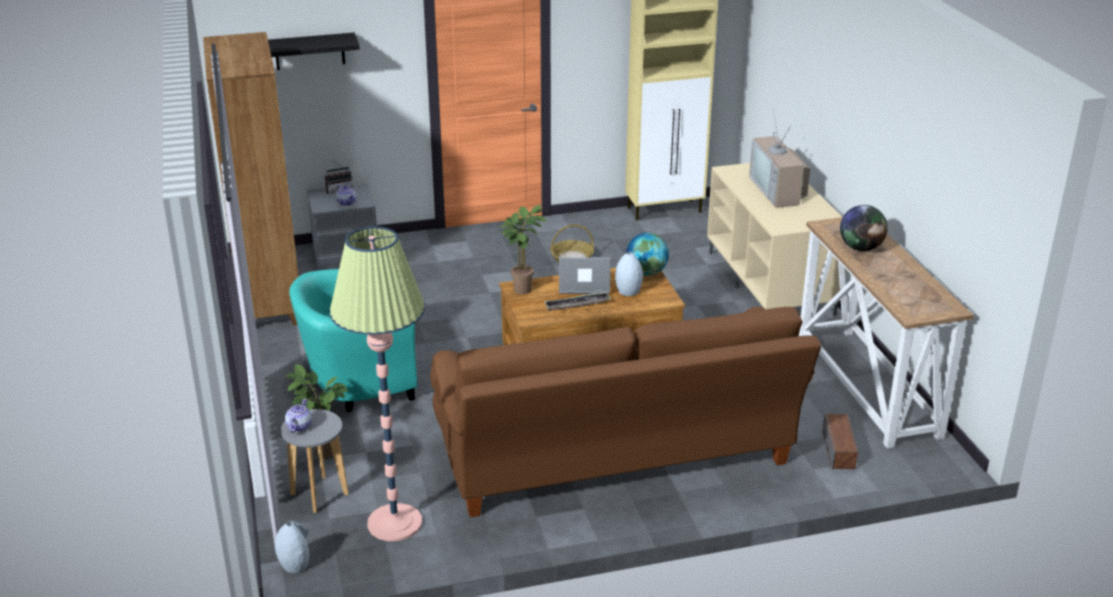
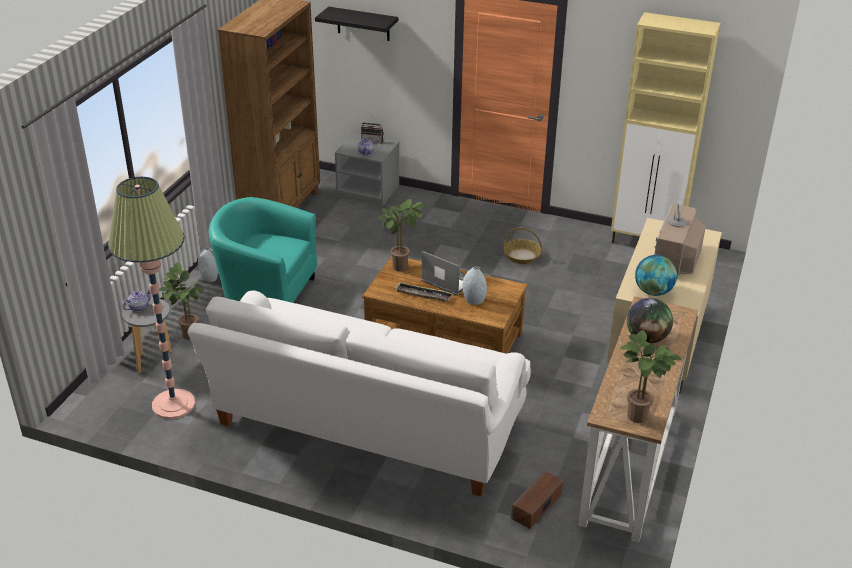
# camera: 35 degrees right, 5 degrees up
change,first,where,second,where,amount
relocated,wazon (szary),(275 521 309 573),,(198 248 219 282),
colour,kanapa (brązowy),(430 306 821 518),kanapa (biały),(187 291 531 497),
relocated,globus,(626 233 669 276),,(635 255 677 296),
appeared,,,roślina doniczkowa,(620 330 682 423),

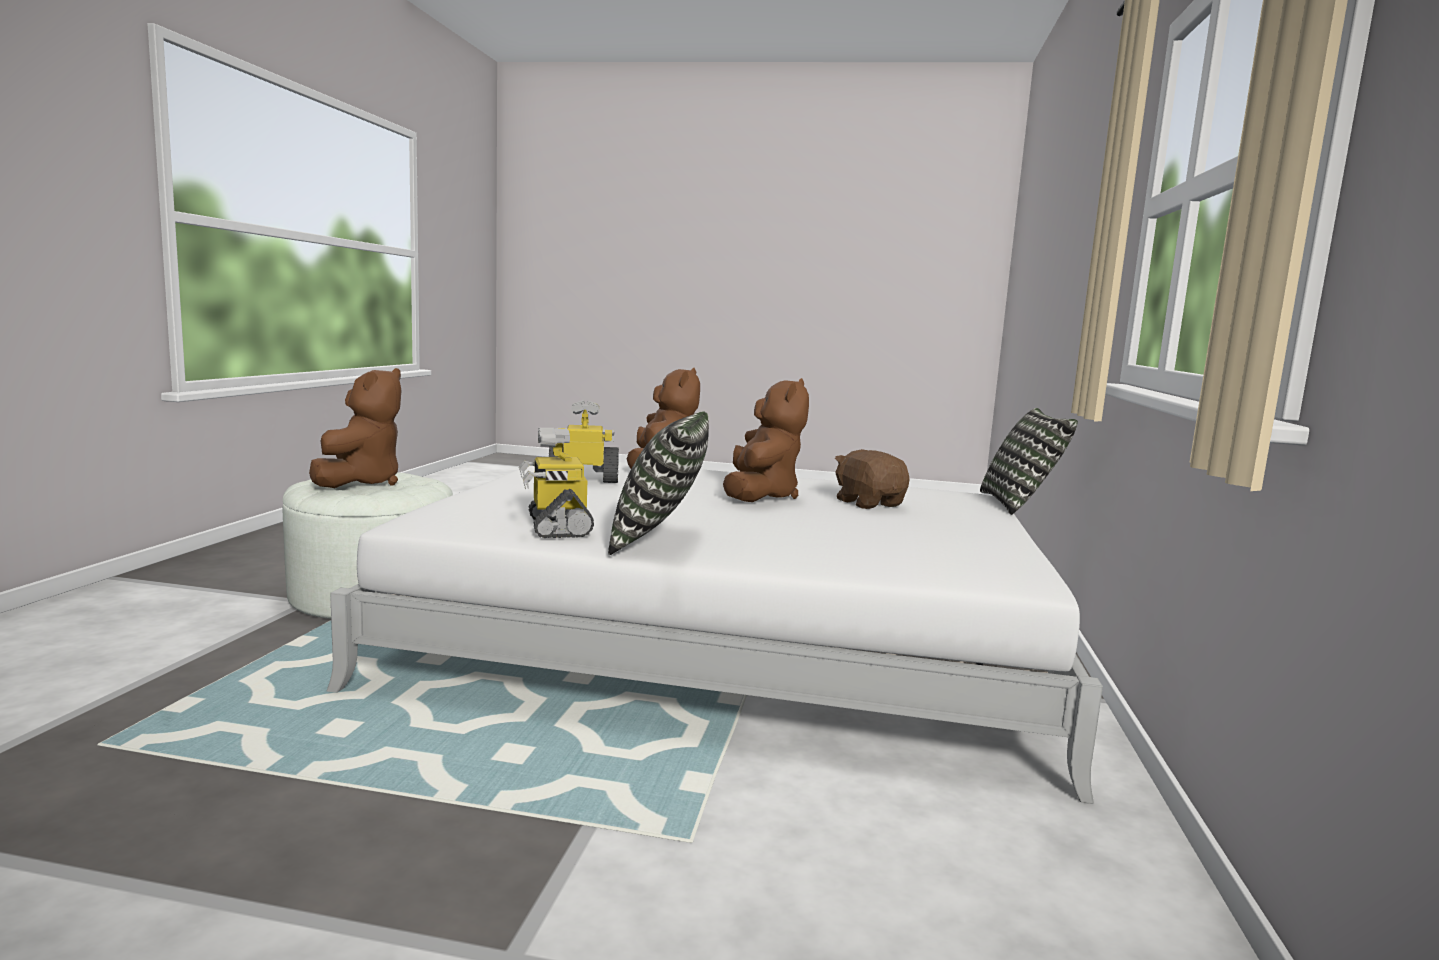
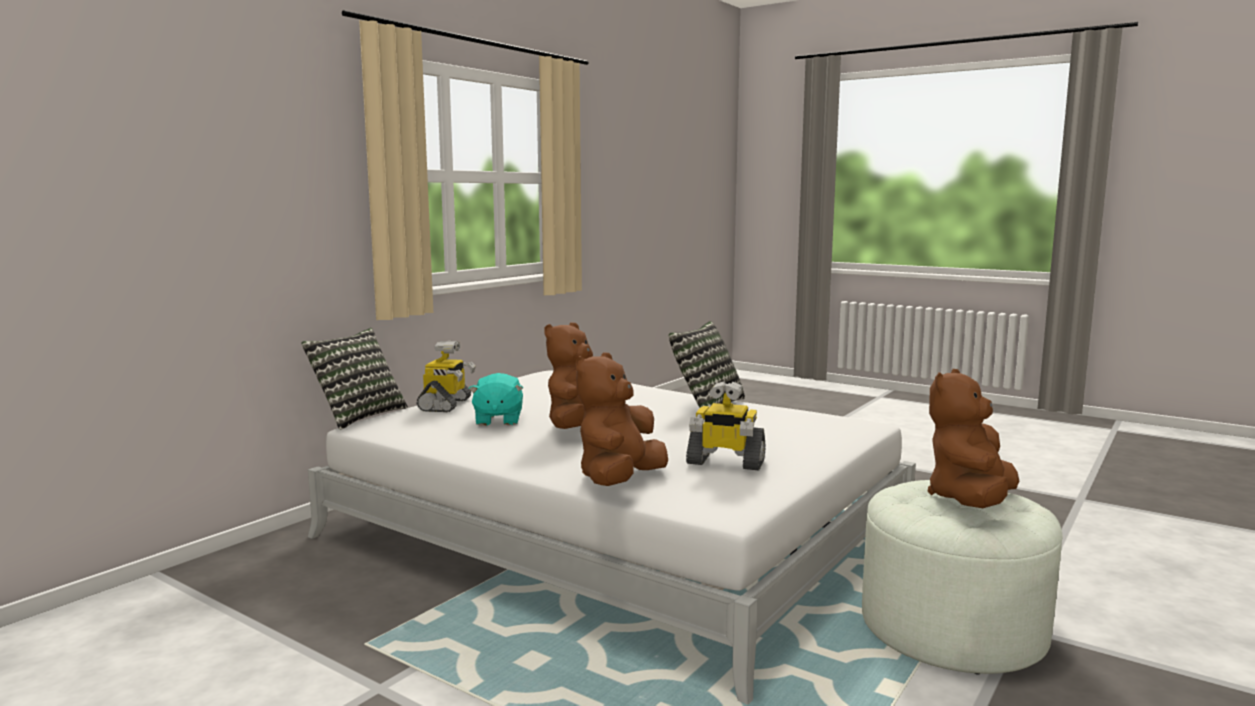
# camera: 155 degrees left, 0 degrees up
change,first,where,second,where,amount
relocated,robot zabawkowy,(519 428 594 538),,(416 341 476 412),
colour,pluszak (brązowy),(835 449 910 509),pluszak (turkusowy),(469 373 523 426),

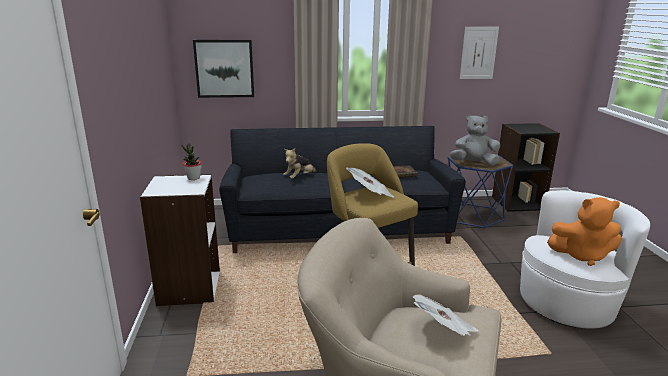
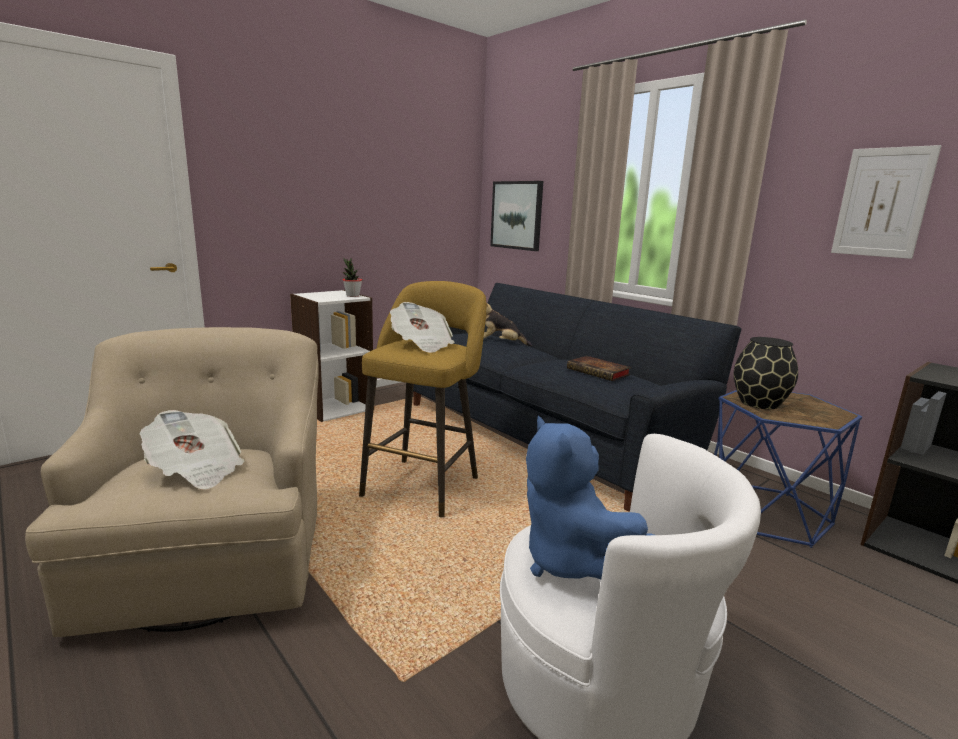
# camera: 55 degrees right, 5 degrees down
change,first,where,second,where,amount
exchanged,pluszak (szary),(450 114 500 166),wazon (czarny),(734 337 798 409),
colour,pluszak (pomarańczowy),(547 197 622 266),pluszak (niebieski),(526 415 654 580),

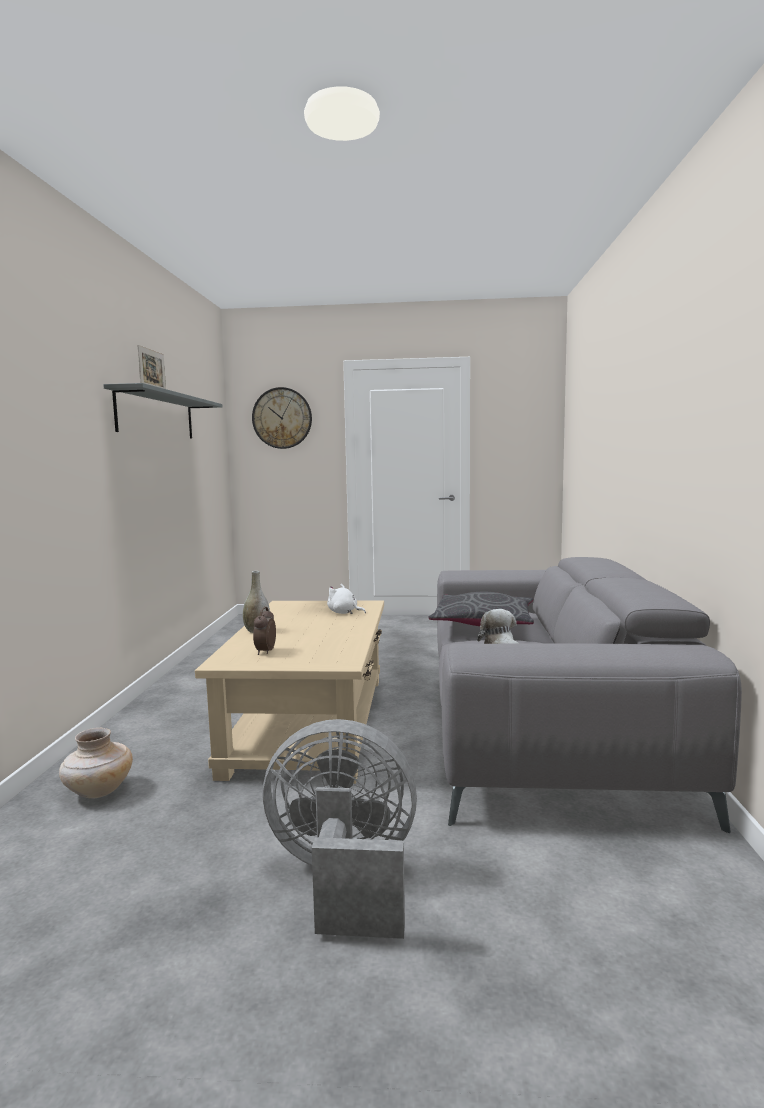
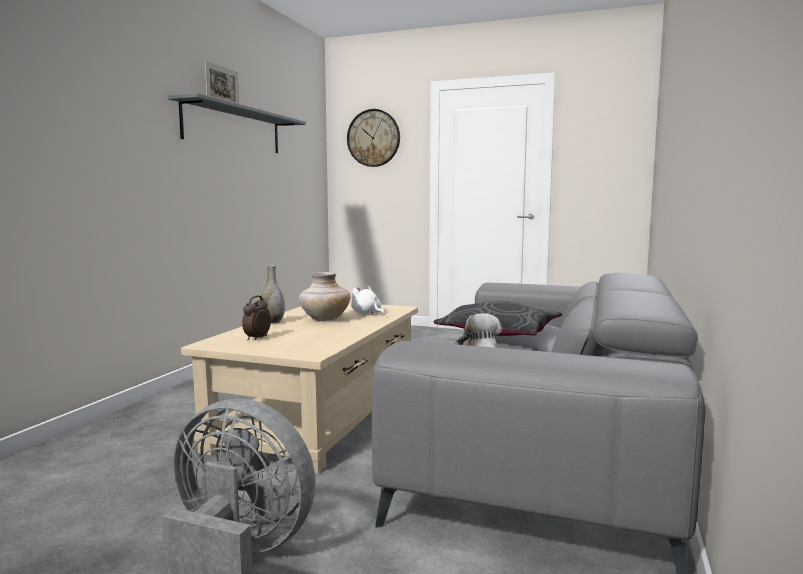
# camera: 15 degrees right, 0 degrees up
change,first,where,second,where,amount
relocated,wazon (beżowy),(59 728 133 799),,(299 272 351 321),

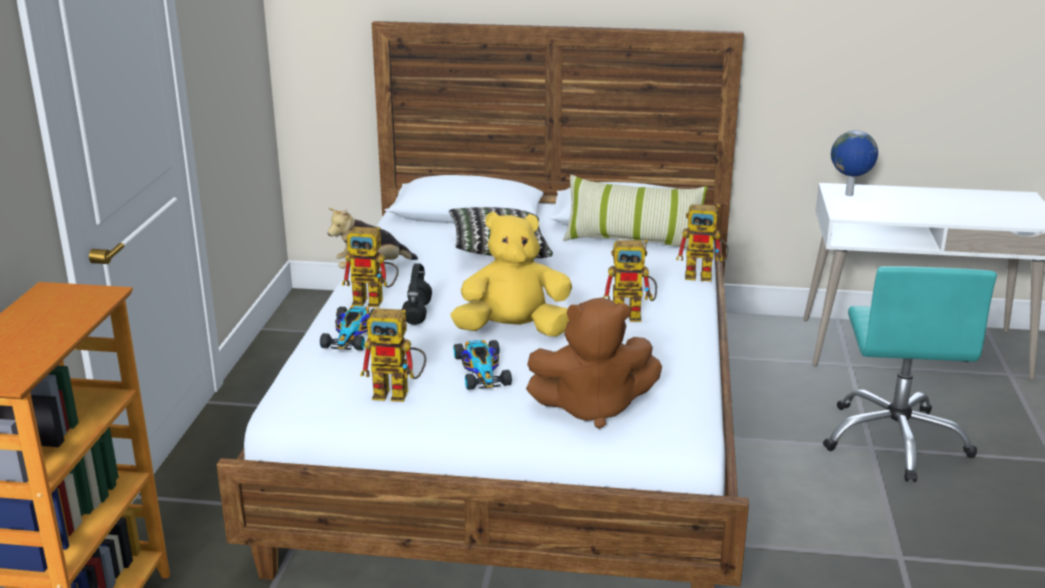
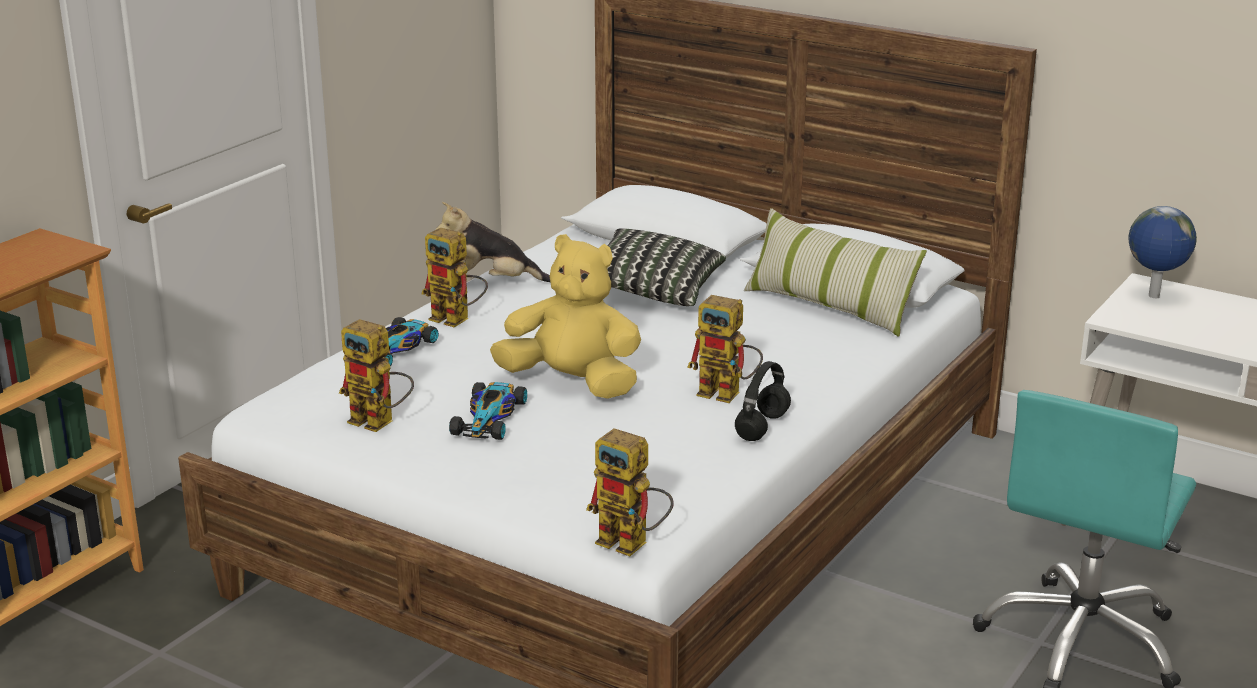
# camera: 25 degrees right, 0 degrees up
change,first,where,second,where,amount
relocated,słuchawki (czarny),(402 263 432 325),,(735 361 791 441),
missing,pluszak (brązowy),(526 297 662 429),,,
relocated,robot zabawkowy,(676 204 729 281),,(586 428 674 556),

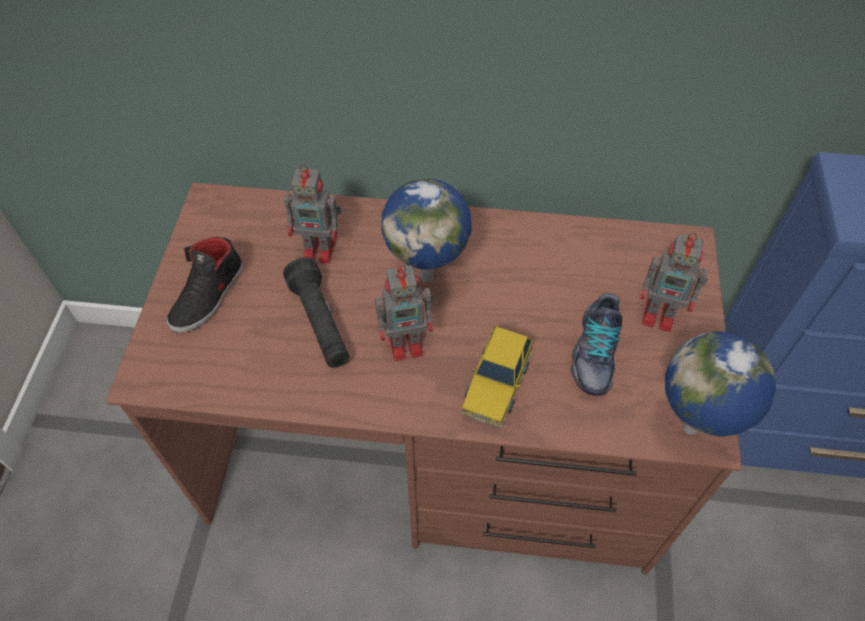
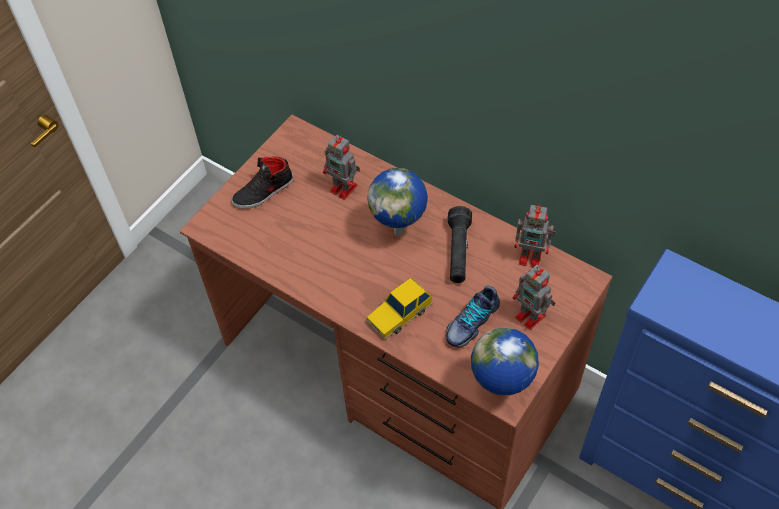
# camera: 30 degrees right, 0 degrees up
change,first,where,second,where,amount
relocated,latarka (czarny),(283 258 349 368),,(448 206 472 283),
relocated,robot zabawkowy,(375 264 433 361),,(514 205 556 267),

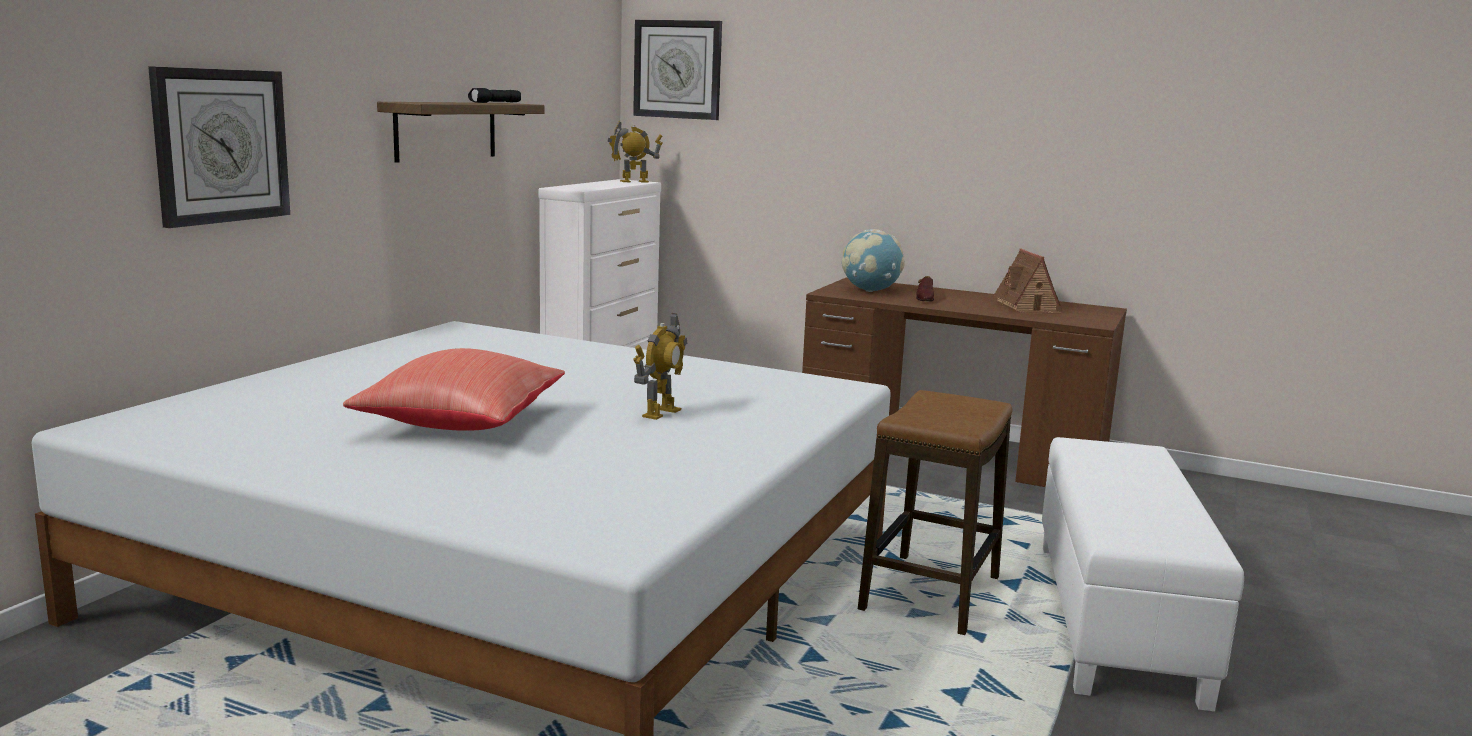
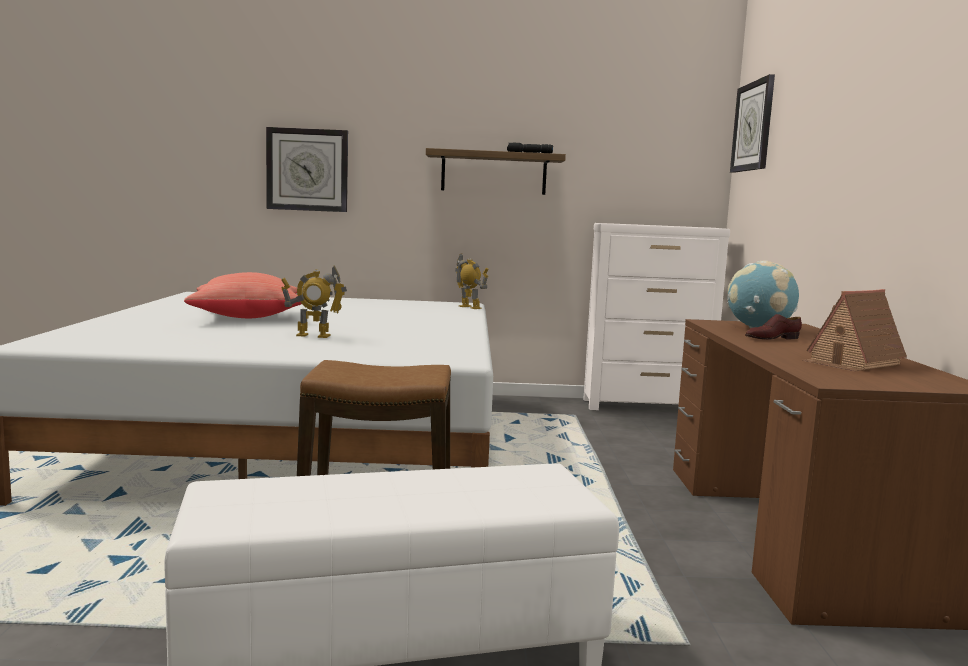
# camera: 65 degrees right, 5 degrees down
change,first,where,second,where,amount
relocated,robot zabawkowy,(607 120 663 183),,(455 254 489 309),

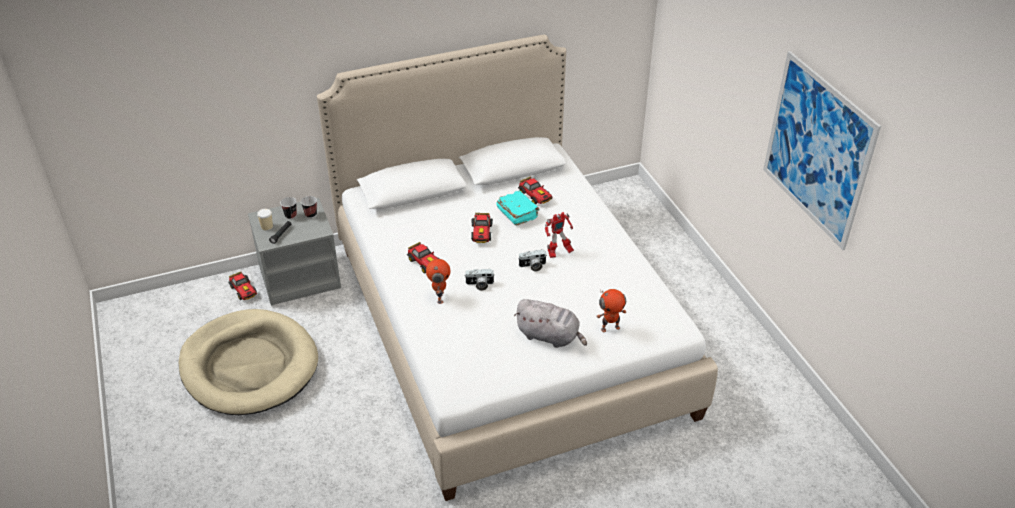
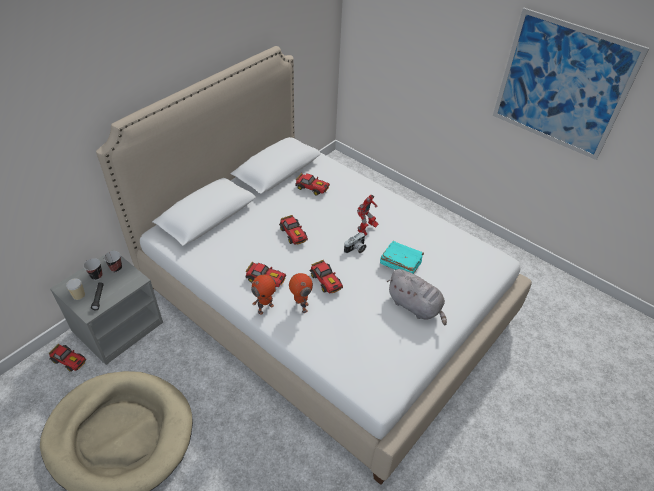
# camera: 30 degrees left, 5 degrees up
change,first,where,second,where,amount
exchanged,aparat fotograficzny,(465 269 495 291),samochodzik,(309 260 343 294),
relocated,książka (turkusowy),(496 191 540 225),,(380 241 424 274),
spun,pluszak (szary),(514 299 587 348),,(387 269 447 325),45 degrees clockwise
relocated,robot zabawkowy,(596 289 627 332),,(251 275 276 315),

